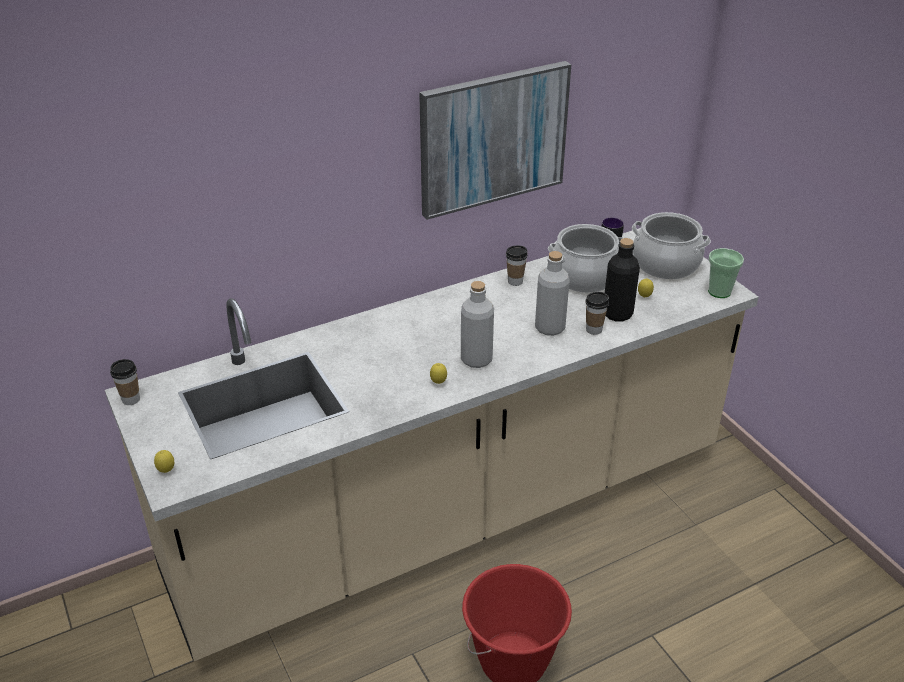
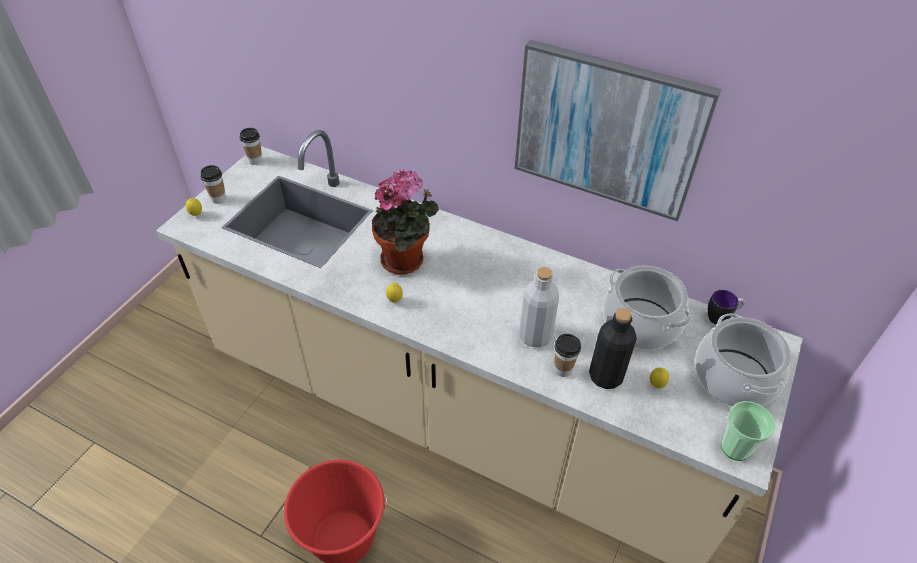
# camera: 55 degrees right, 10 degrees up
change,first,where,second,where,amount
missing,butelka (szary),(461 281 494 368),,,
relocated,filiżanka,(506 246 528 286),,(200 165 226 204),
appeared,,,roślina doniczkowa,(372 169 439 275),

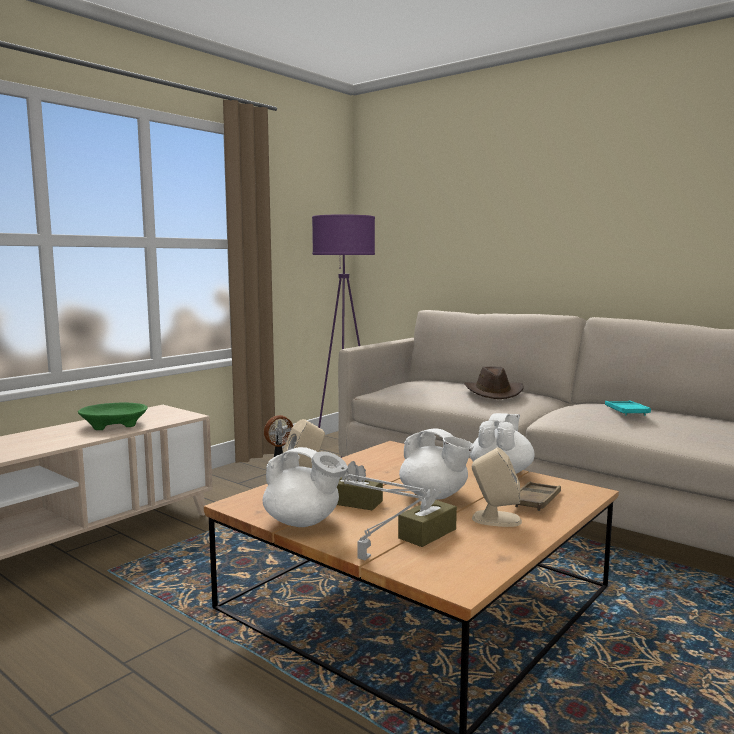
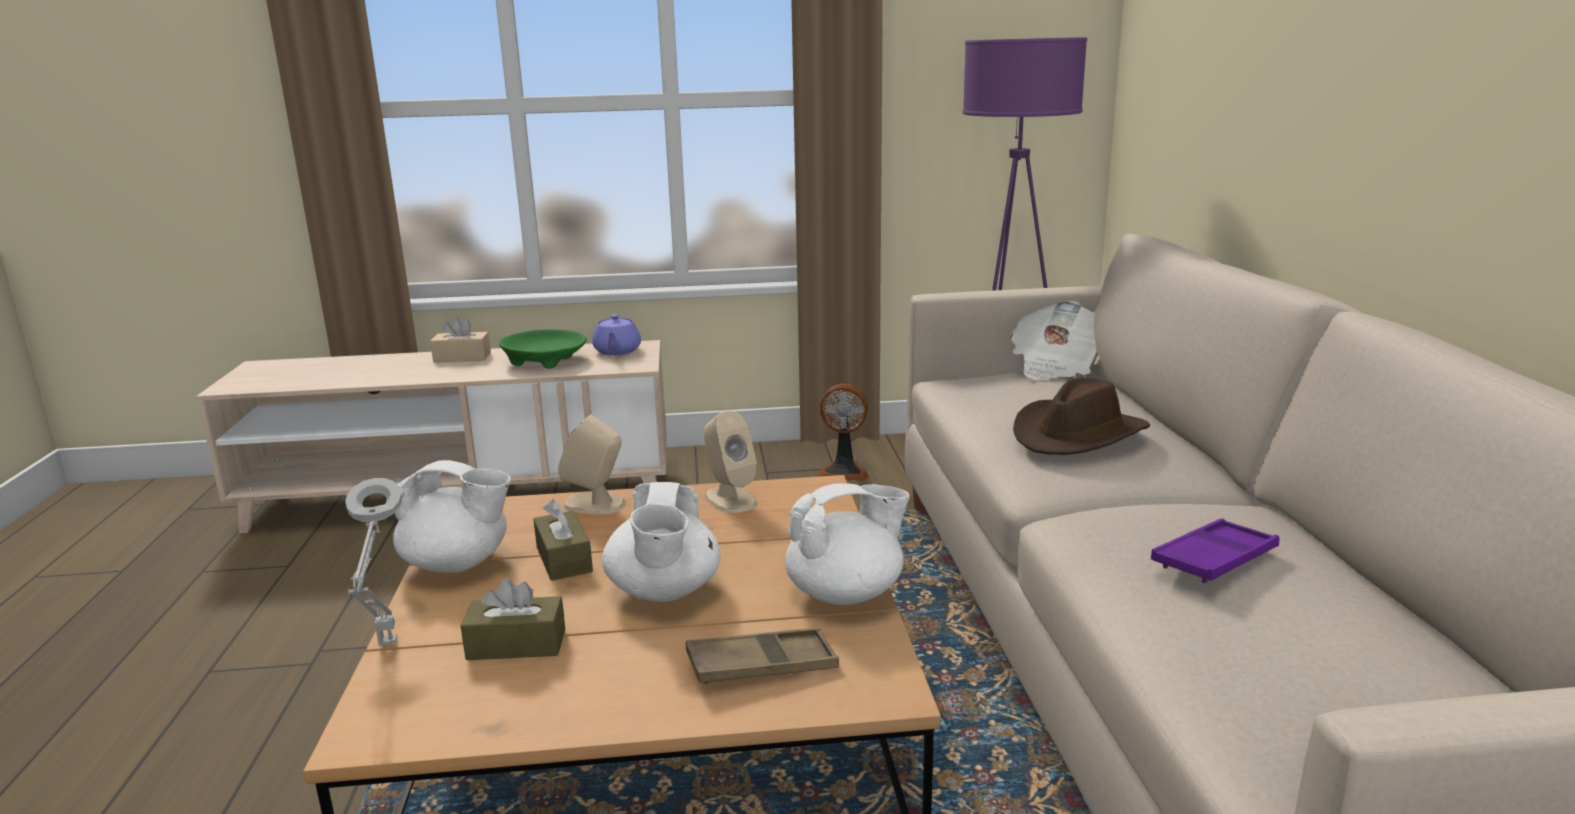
# camera: 45 degrees right, 10 degrees up
change,first,where,second,where,amount
spun,imbryk (biały),(263 447 340 527),,(393 460 511 573),60 degrees counterclockwise
relocated,głośnik (beżowy),(472 447 522 527),,(704 411 757 513),
colour,taca (turkusowy),(605 401 651 416),taca (fioletowy),(1151 519 1280 583),
appeared,,,pudełko chusteczek (beżowy),(430 316 491 362),
appeared,,,imbryk (fioletowy),(592 314 641 355),
appeared,,,gazeta,(1010 301 1100 380),

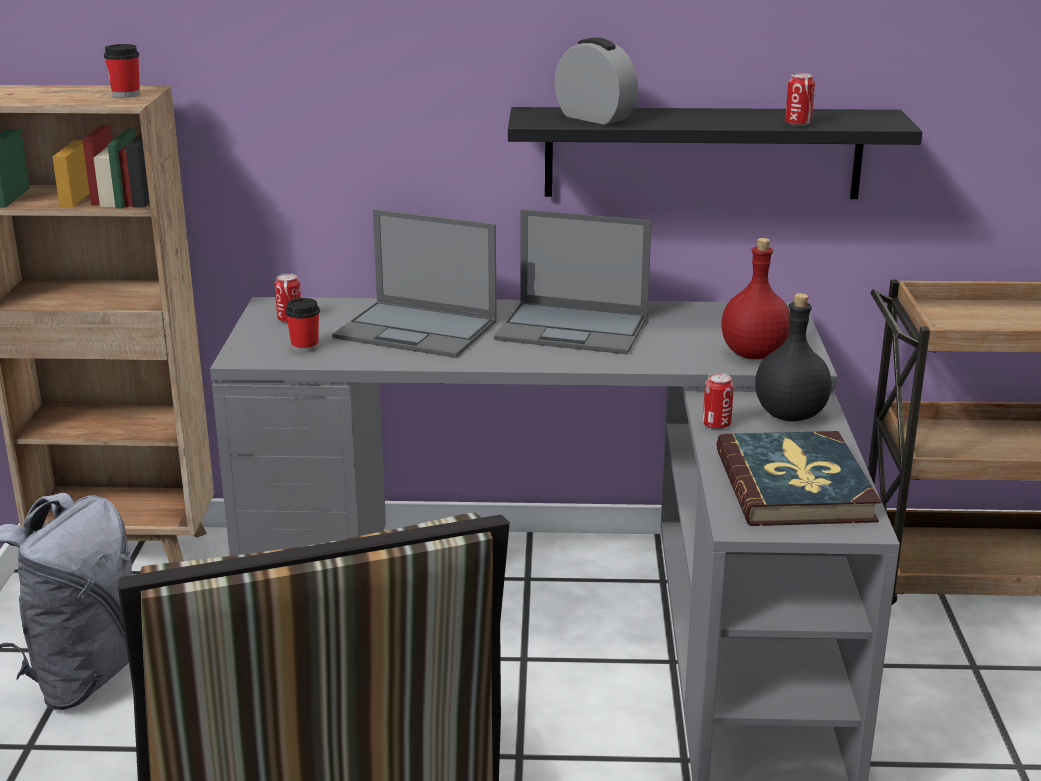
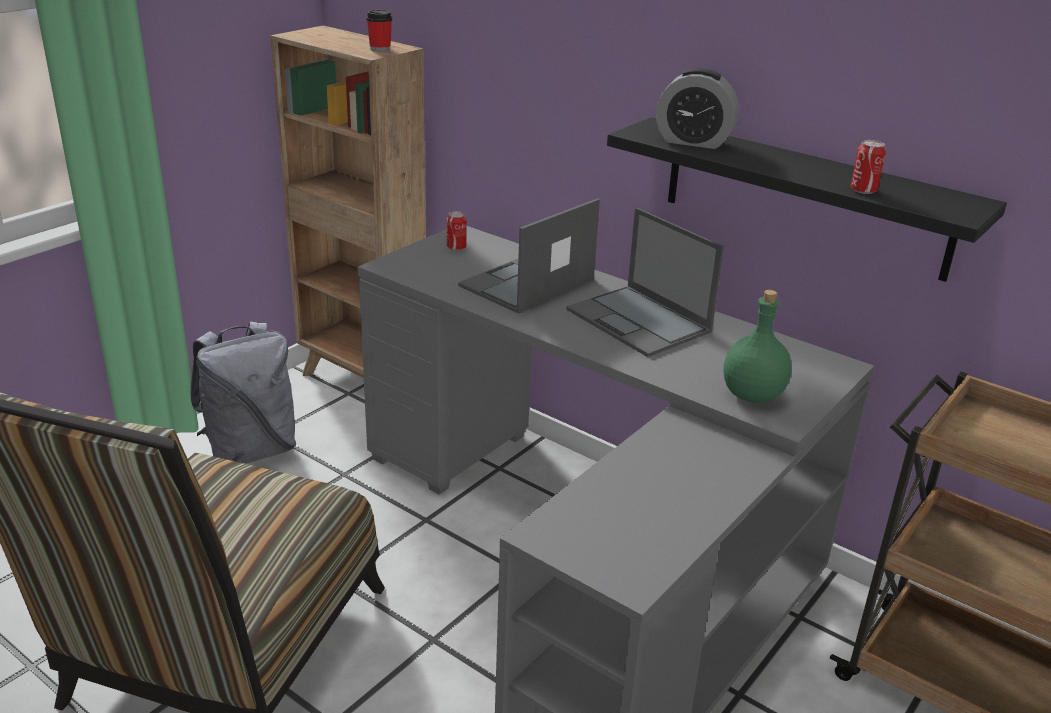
# camera: 35 degrees right, 5 degrees up
change,first,where,second,where,amount
missing,filiżanka,(285 298 320 353),,,
spun,laptop,(332 209 497 358),,(458 198 600 314),75 degrees clockwise
spun,budzik,(554 37 638 125),,(656 68 739 149),120 degrees clockwise
missing,puszka,(703 373 734 429),,,
missing,książka,(716 431 881 526),,,
colour,butelka (czerwony),(721 238 790 359),butelka (zielony),(723 290 792 403),
missing,butelka (czarny),(755 293 832 421),,,

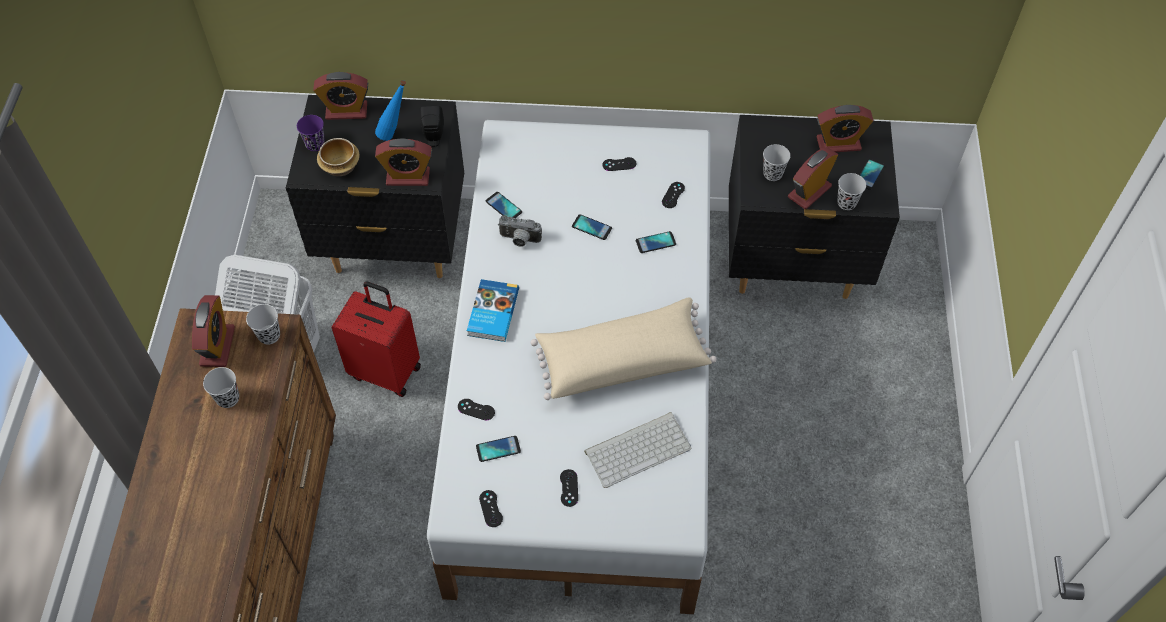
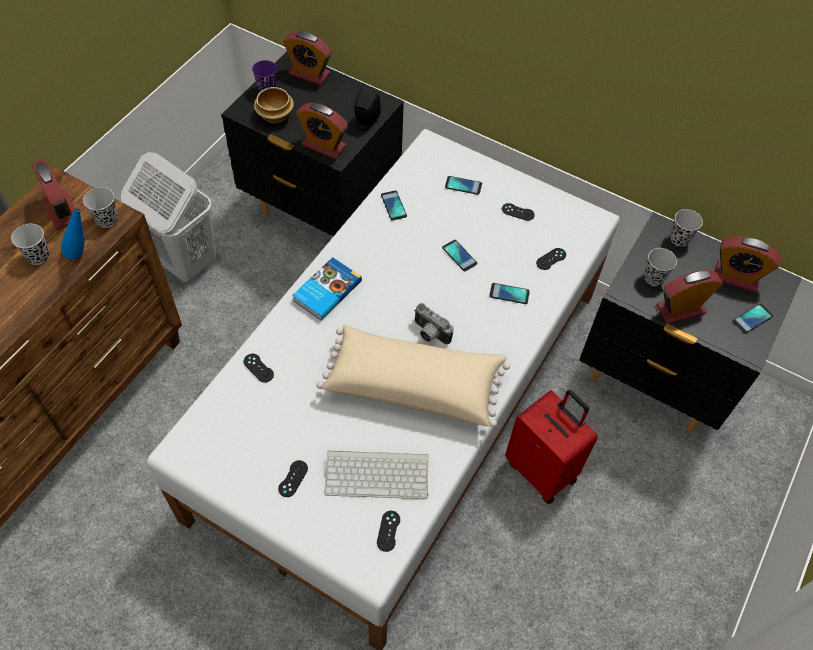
# camera: 25 degrees right, 0 degrees up
change,first,where,second,where,amount
spun,budzik,(192 295 235 367),,(31 159 75 230),60 degrees counterclockwise
relocated,walizka (czerwony),(332 282 421 397),,(505 390 598 504),
relocated,butelka (niebieski),(375 80 406 141),,(61 203 85 259),
relocated,telefon,(476 436 521 462),,(445 176 482 195),
relocated,pad do gier (czarny),(479 490 503 527),,(377 511 400 552),
relocated,aparat fotograficzny,(498 215 542 247),,(414 303 454 344),
relocated,filiżanka (czarny),(837 173 866 210),,(670 209 703 246),

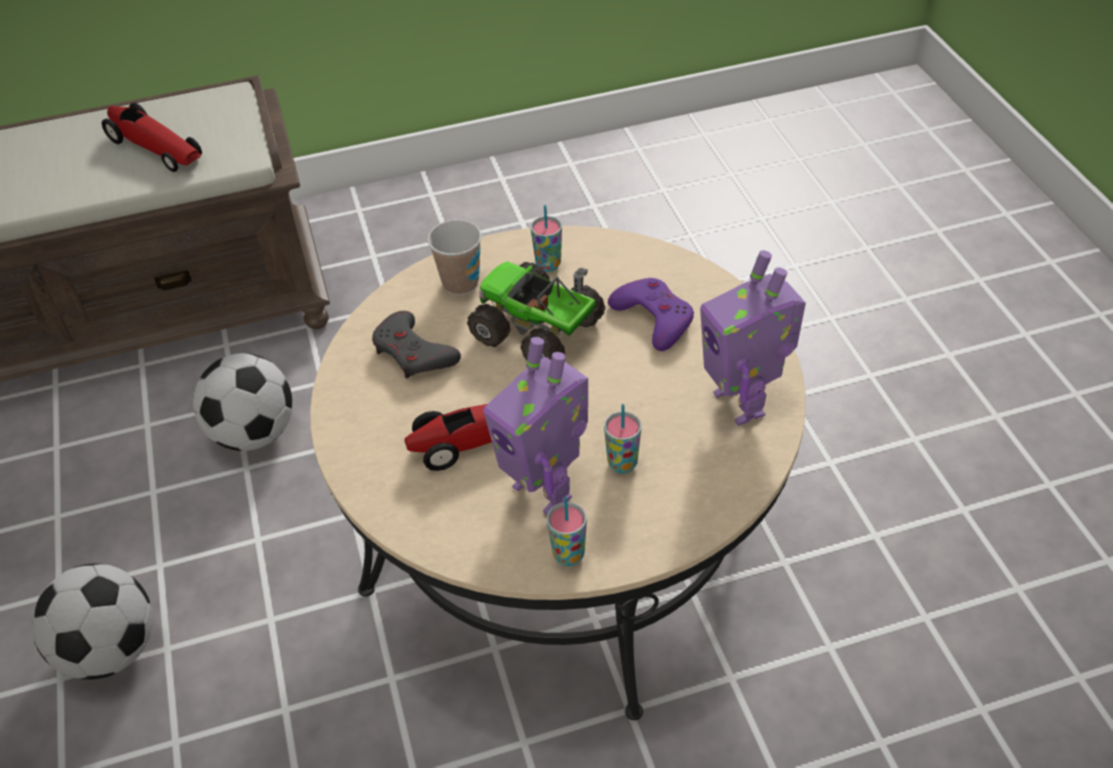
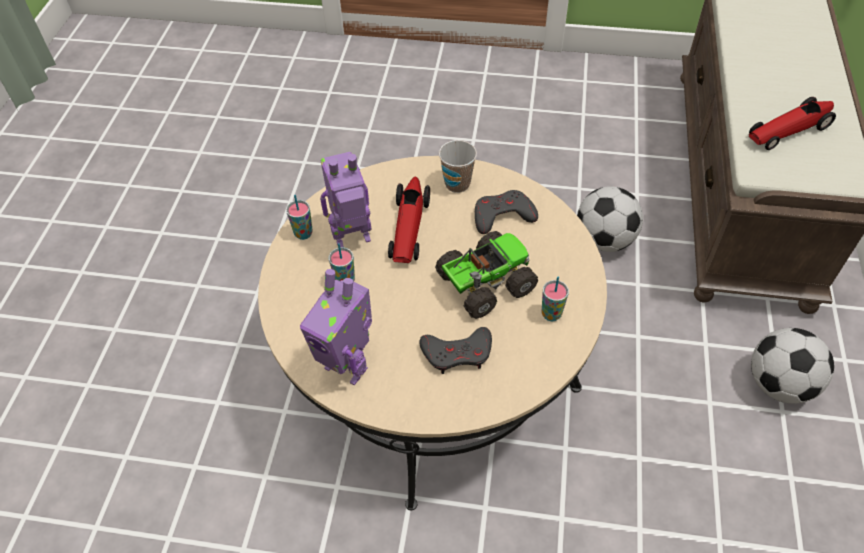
# camera: 115 degrees right, 5 degrees up
change,first,where,second,where,amount
relocated,piłka futbolowa,(32 563 153 680),,(751 328 834 404),
relocated,filiżanka,(427 220 482 295),,(439 140 477 193),
colour,pad do gier (fioletowy),(608 278 694 351),pad do gier (szary),(419 327 492 374),
spun,robot zabawkowy,(700 250 806 426),,(300 269 372 385),150 degrees counterclockwise

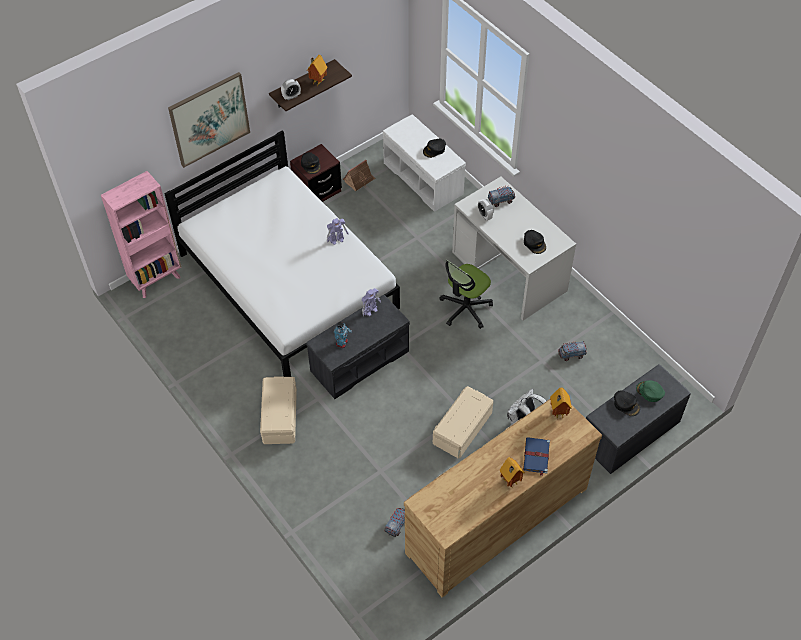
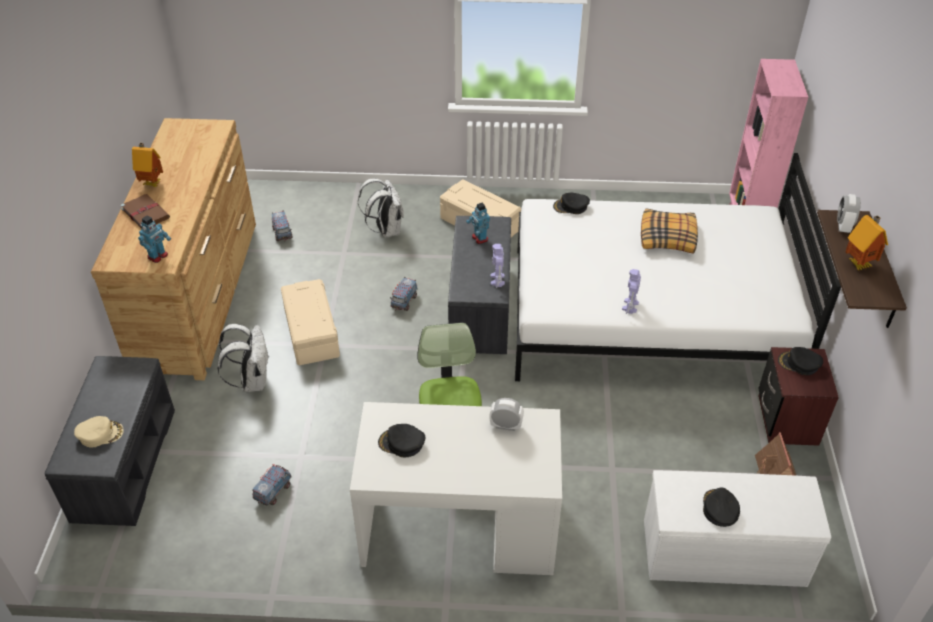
# camera: 130 degrees right, 10 degrees down
change,first,where,second,where,amount
missing,obraz,(168 72 250 168),,,
relocated,ciężarówka zabawkowa,(488 185 515 207),,(390 277 418 311),
colour,książka (niebieski),(523 437 550 476),książka (brązowy),(121 194 170 230),
exchanged,domek,(550 388 572 418),robot zabawkowy,(138 215 171 263),
relocated,czapka z daszkiem (czarny),(614 390 640 416),,(553 193 590 214),
colour,czapka z daszkiem (zielony),(636 380 665 402),czapka z daszkiem (beżowy),(74 416 124 448),
appeared,,,plecak (biały),(358 179 404 238),
appeared,,,poduszka,(641 208 698 254),

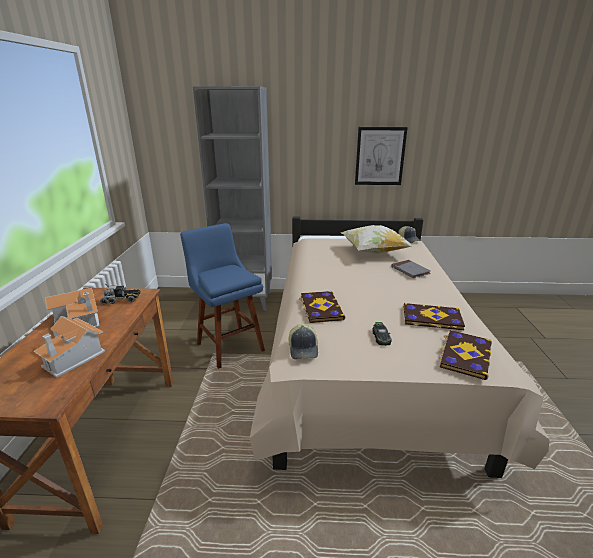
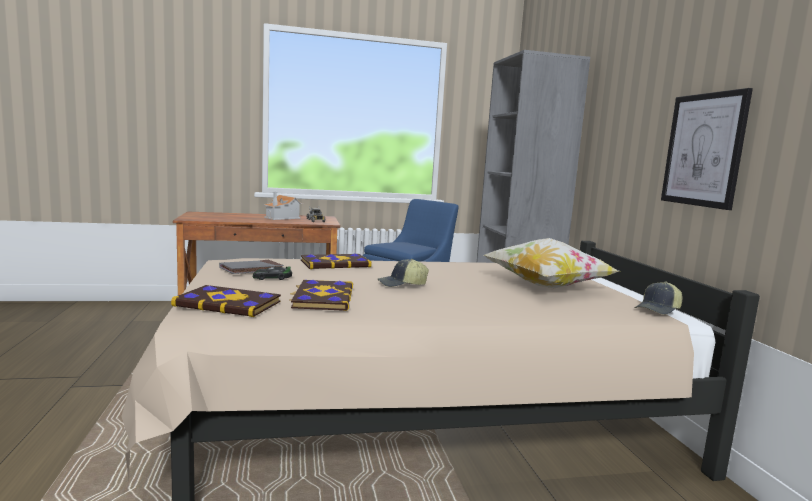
# camera: 75 degrees right, 15 degrees down
change,first,where,second,where,amount
missing,domek,(33 316 105 378),,,
relocated,czapka z daszkiem,(289 324 318 359),,(378 259 429 287),
relocated,książka (szary),(391 260 431 278),,(219 260 284 274),

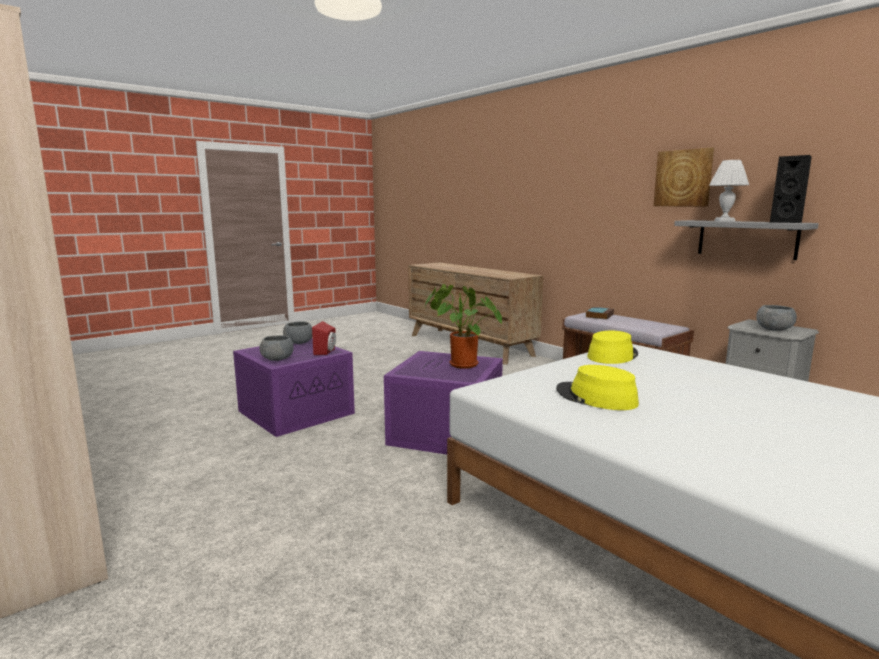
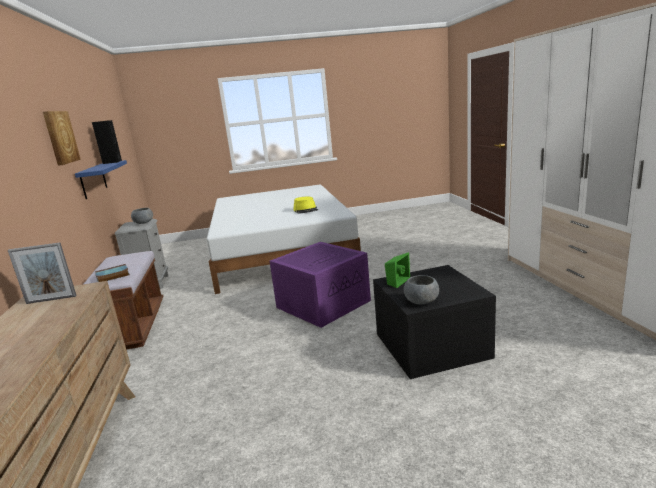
# camera: 150 degrees left, 5 degrees up
change,first,where,second,where,amount
colour,pojemnik do przechowywania (fioletowy),(233 338 355 437),pojemnik do przechowywania (czarny),(373 265 496 379),
missing,miska (szary),(260 335 294 361),,,
colour,głośnik (czerwony),(312 321 336 355),głośnik (zielony),(385 252 410 288),
missing,roślina doniczkowa,(425 284 502 369),,,
missing,kapelusz (żółty),(587 331 638 364),,,
colour,półka (szary),(674 220 819 260),półka (niebieski),(75 160 127 199),
missing,lampa stołowa (biały),(709 160 749 221),,,
appeared,,,ramka na zdjęcie,(8 243 77 304),

